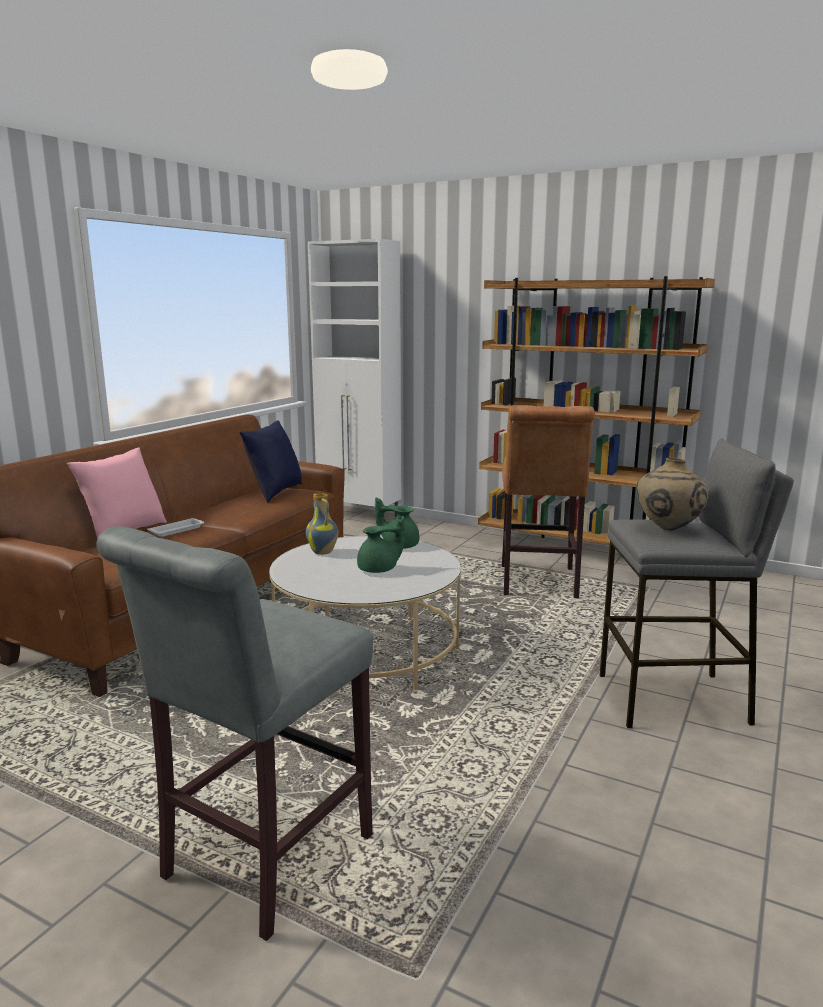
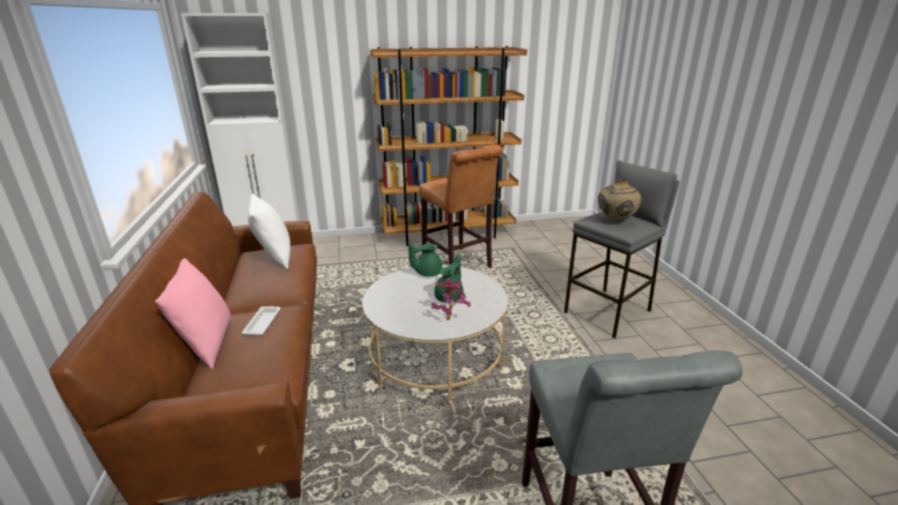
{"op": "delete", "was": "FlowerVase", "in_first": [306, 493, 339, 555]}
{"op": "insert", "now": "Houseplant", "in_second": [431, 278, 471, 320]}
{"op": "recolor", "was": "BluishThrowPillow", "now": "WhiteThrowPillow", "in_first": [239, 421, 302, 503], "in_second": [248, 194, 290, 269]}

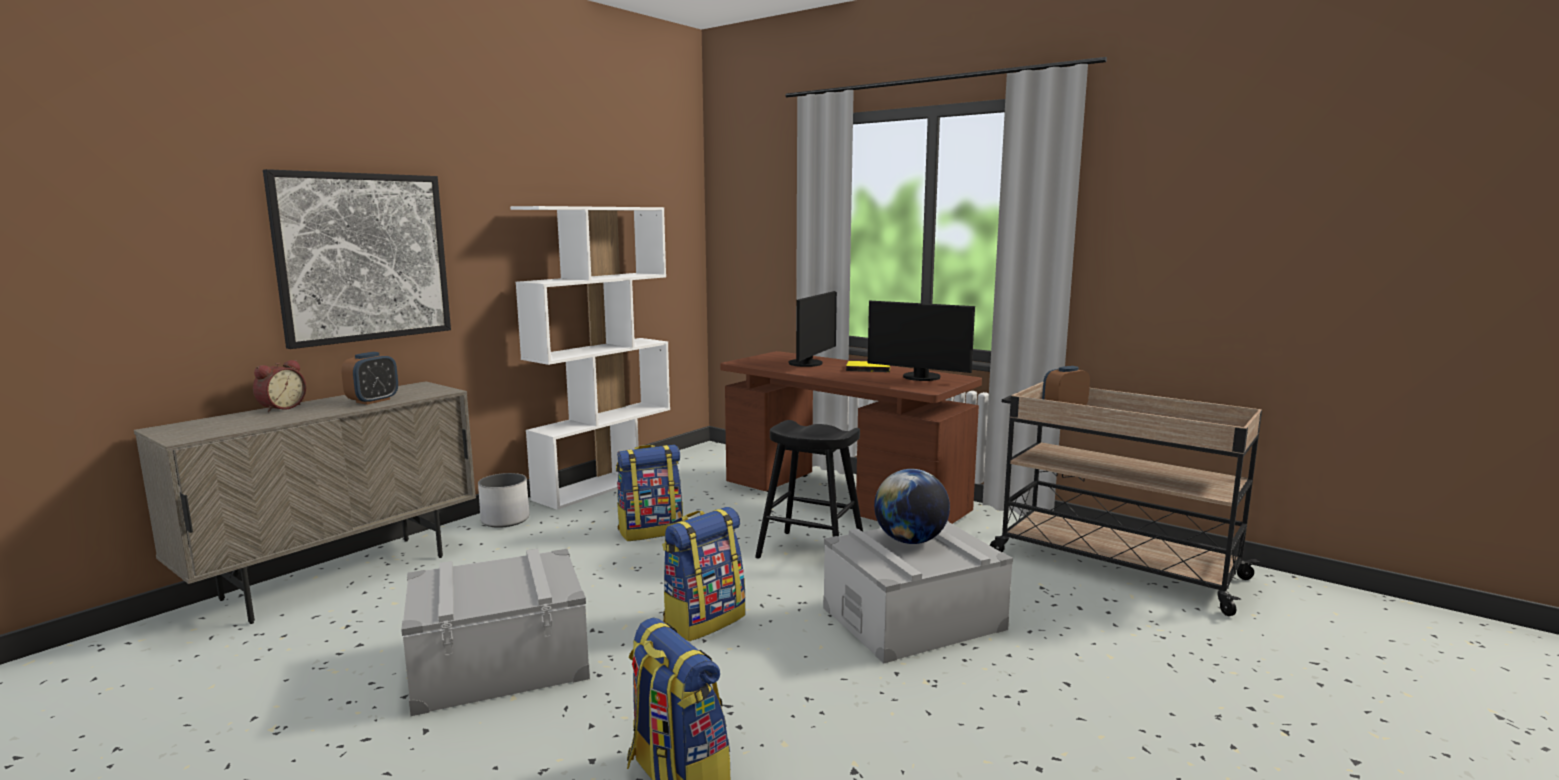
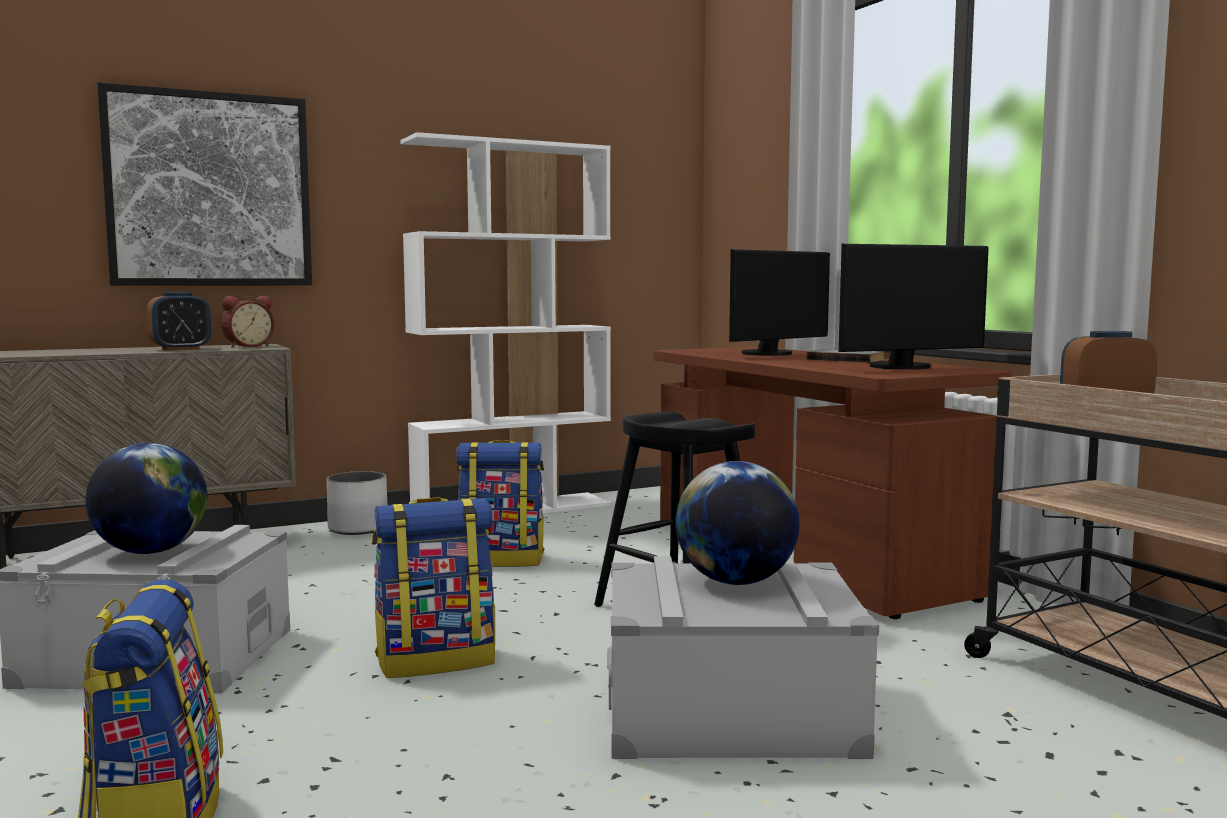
{"op": "insert", "now": "DeskGlobe", "in_second": [85, 443, 207, 554]}
{"op": "move", "was": "AlarmClock", "in_first": [253, 360, 306, 412], "in_second": [221, 296, 274, 348]}
{"op": "recolor", "was": "YellowishBoundBook", "now": "GreyBoundBook", "in_first": [846, 361, 890, 372], "in_second": [806, 349, 885, 362]}
{"op": "rotate", "was": "ComputerScreen", "in_first": [868, 301, 975, 381], "in_second": [839, 244, 989, 370], "clockwise": -75}

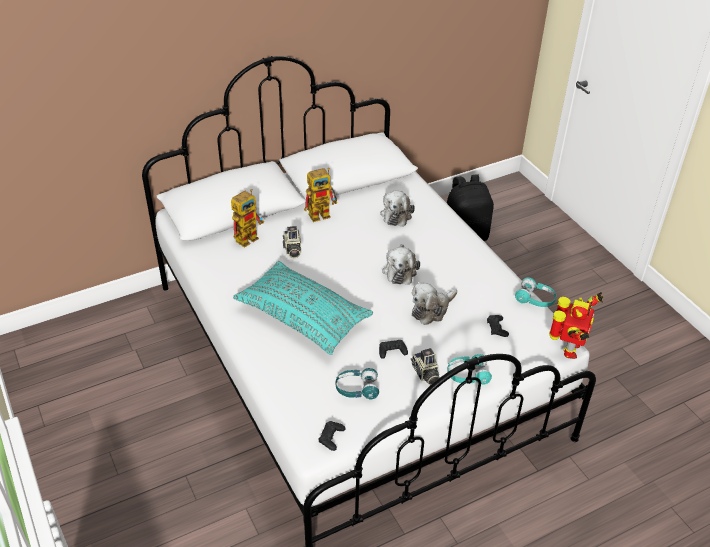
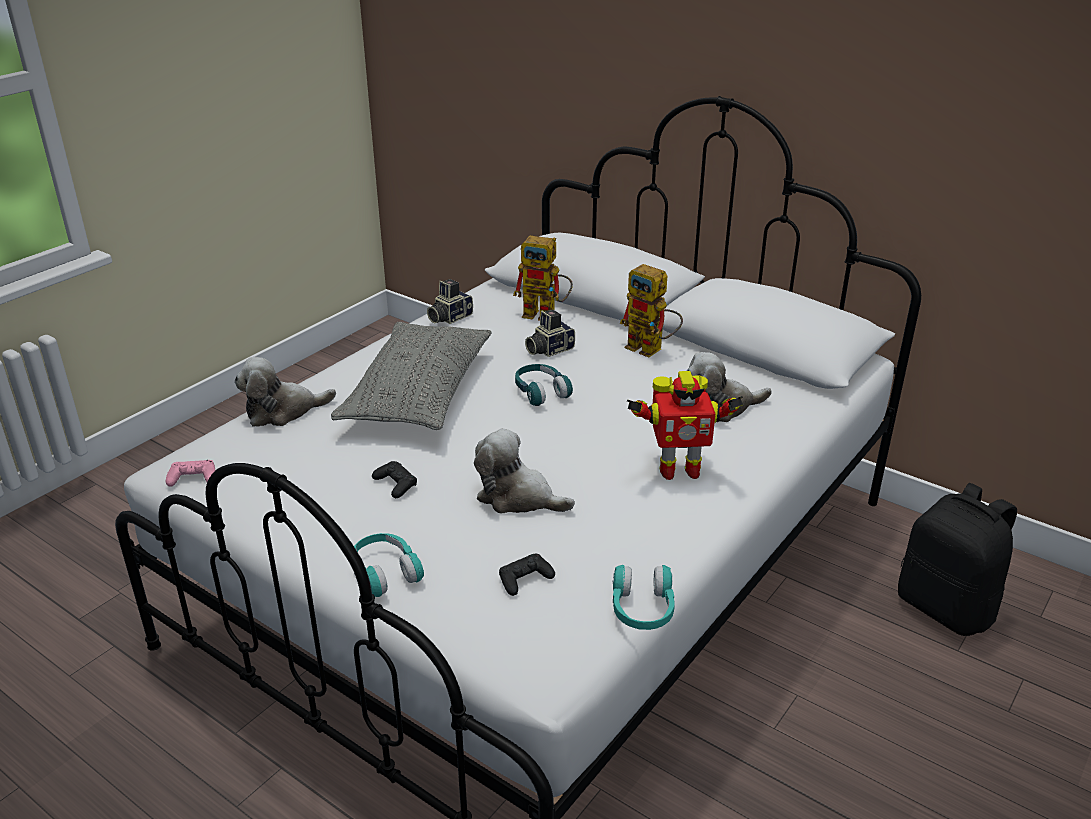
{"op": "move", "was": "TurquoiseHeadset", "in_first": [336, 368, 379, 400], "in_second": [515, 364, 573, 406]}
{"op": "move", "was": "SoftToy", "in_first": [382, 244, 420, 285], "in_second": [234, 357, 336, 427]}
{"op": "move", "was": "StillCamera", "in_first": [411, 348, 440, 386], "in_second": [427, 279, 473, 324]}
{"op": "move", "was": "ToyRobot", "in_first": [549, 292, 603, 359], "in_second": [627, 371, 743, 480]}
{"op": "recolor", "was": "TurquoiseThrowPillow", "now": "GreyThrowPillow", "in_first": [233, 261, 373, 355], "in_second": [331, 322, 492, 430]}
{"op": "recolor", "was": "BlackishJoypad", "now": "PinkJoypad", "in_first": [318, 421, 346, 451], "in_second": [166, 460, 215, 487]}

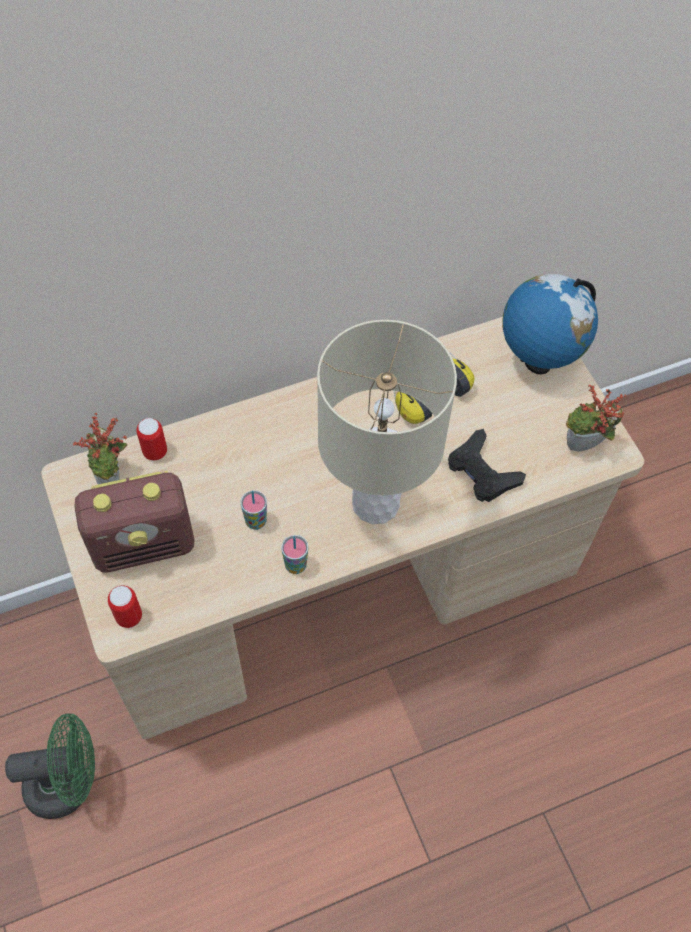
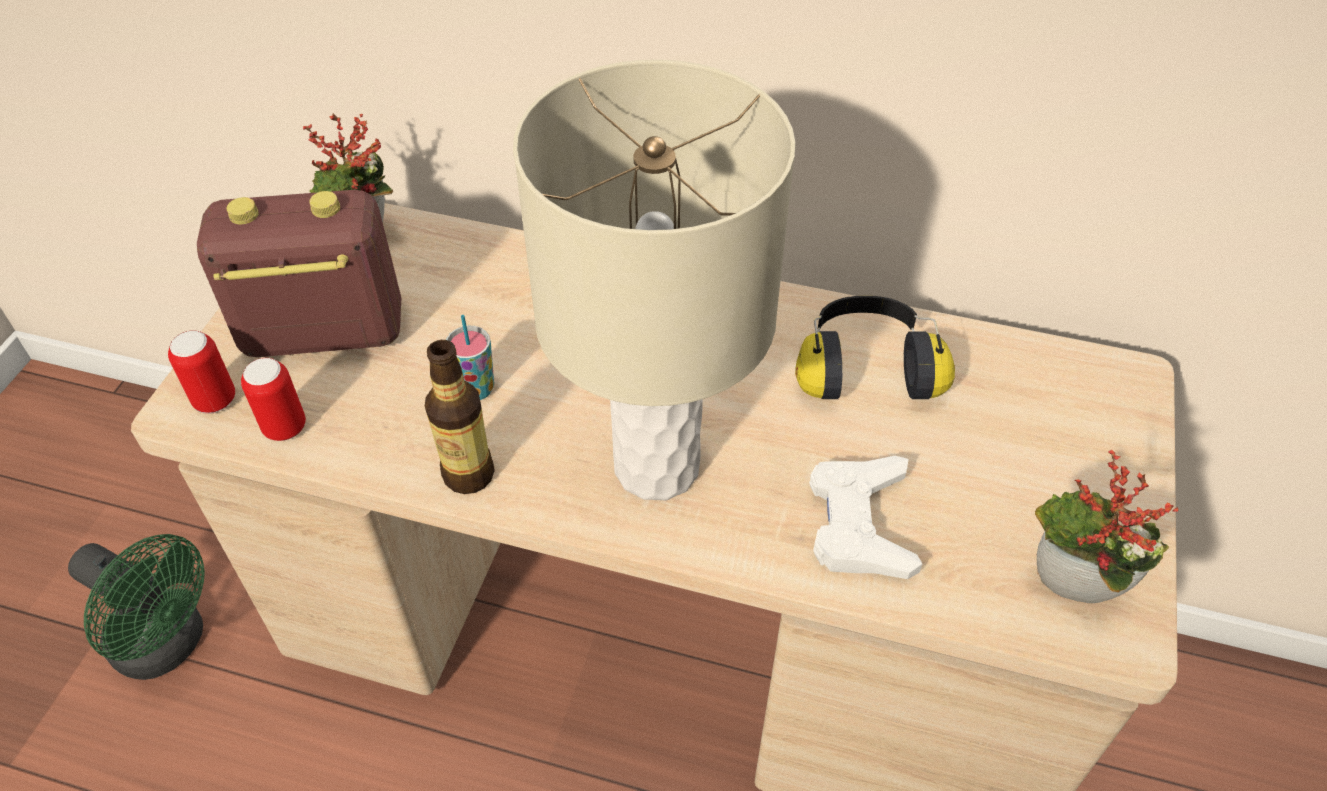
{"op": "delete", "was": "DeskGlobe", "in_first": [502, 274, 598, 374]}
{"op": "move", "was": "Can", "in_first": [136, 418, 167, 460], "in_second": [241, 358, 306, 441]}
{"op": "replace", "was": "Cup", "now": "Bottle", "in_first": [281, 535, 308, 574], "in_second": [425, 340, 495, 494]}
{"op": "recolor", "was": "BlackishJoypad", "now": "WhiteJoypad", "in_first": [448, 429, 526, 502], "in_second": [809, 456, 922, 579]}
{"op": "rotate", "was": "RadioSet", "in_first": [74, 471, 195, 573], "in_second": [197, 190, 401, 357], "clockwise": 150}

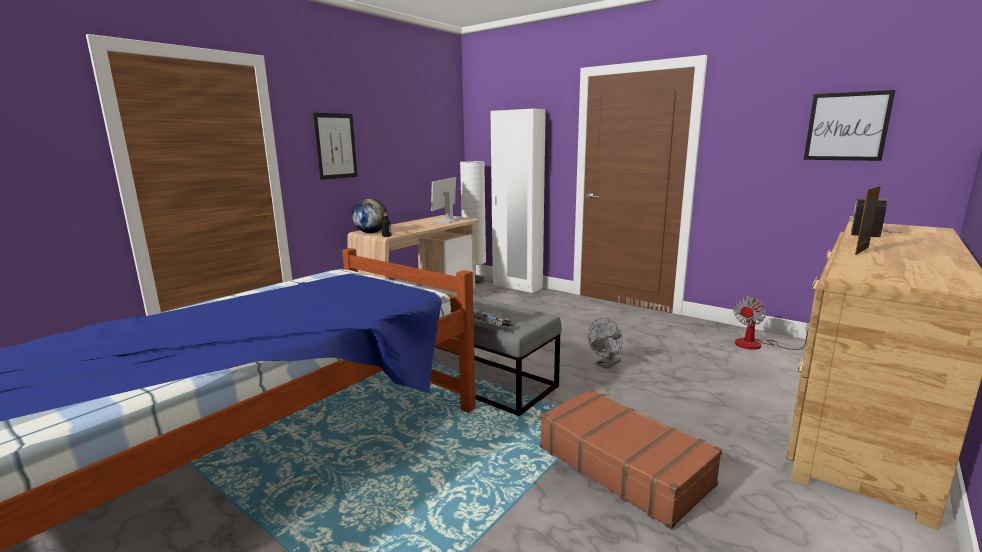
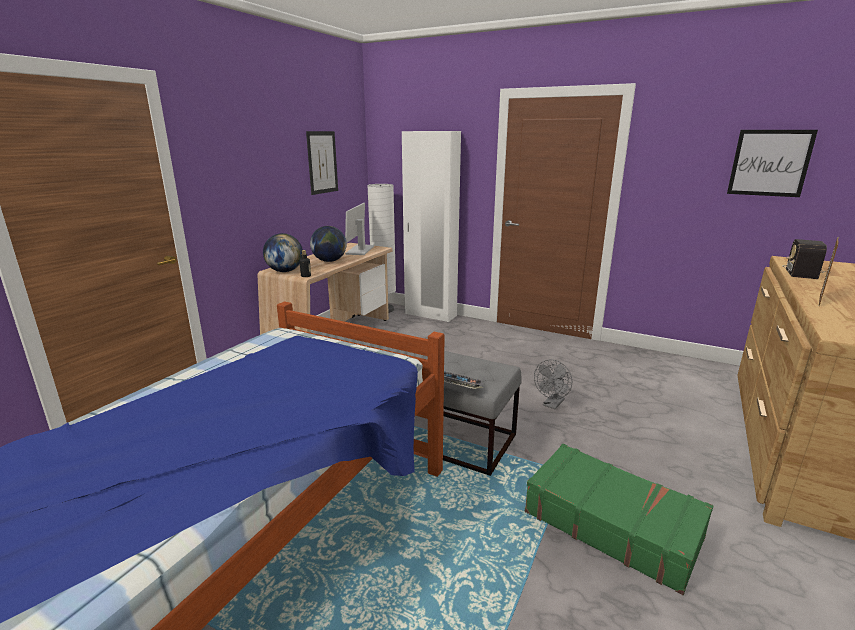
{"op": "delete", "was": "Fan", "in_first": [733, 296, 809, 350]}
{"op": "insert", "now": "DeskGlobe", "in_second": [310, 226, 347, 262]}
{"op": "move", "was": "WallArt", "in_first": [313, 113, 358, 180], "in_second": [306, 131, 338, 195]}
{"op": "recolor", "was": "BrownishTravelCase", "now": "GreenColouredTravelCase", "in_first": [540, 389, 722, 529], "in_second": [525, 444, 714, 595]}

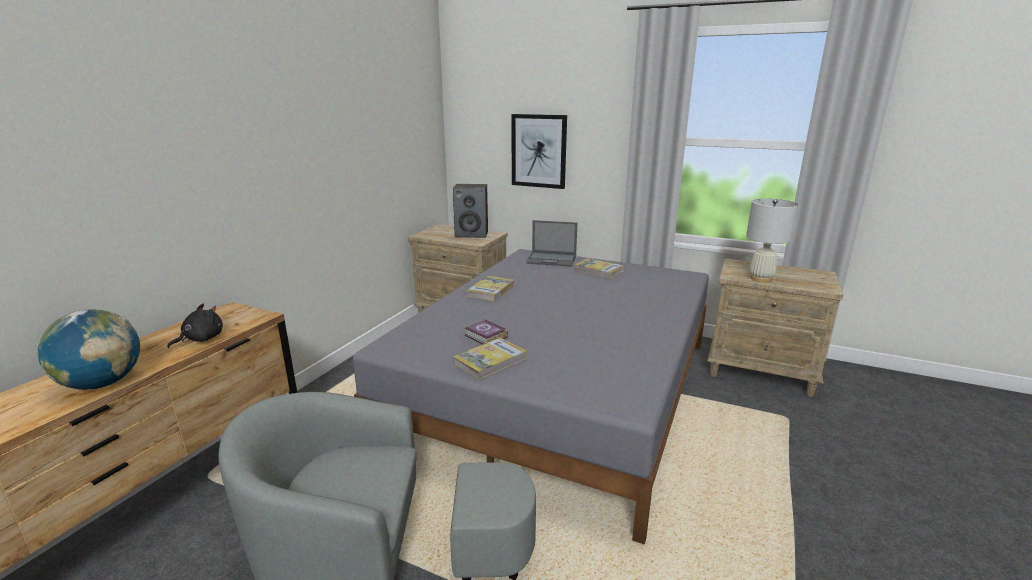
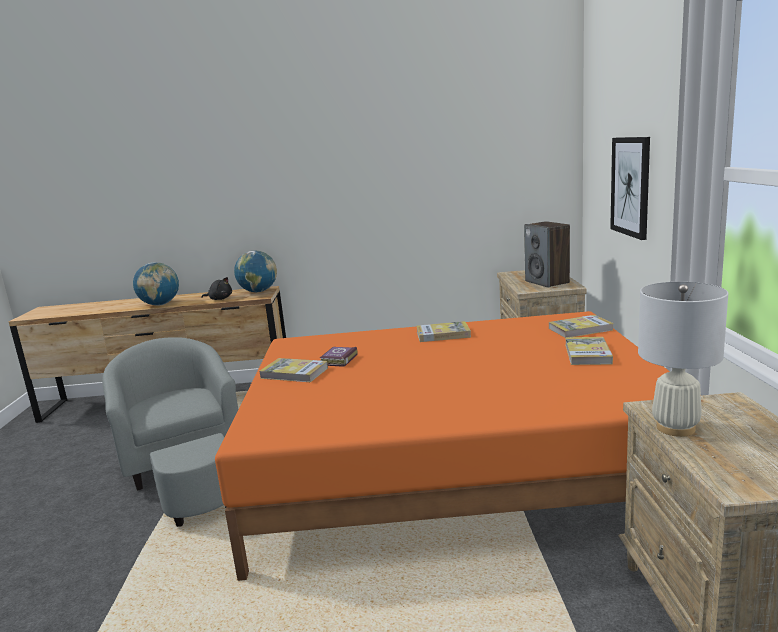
{"op": "insert", "now": "DeskGlobe", "in_second": [234, 250, 277, 292]}
{"op": "replace", "was": "Laptop", "now": "BoundBook", "in_first": [526, 220, 578, 267], "in_second": [549, 315, 614, 338]}
{"op": "recolor", "was": "GreyBed", "now": "OrangeBed", "in_first": [353, 249, 709, 545], "in_second": [215, 311, 670, 581]}

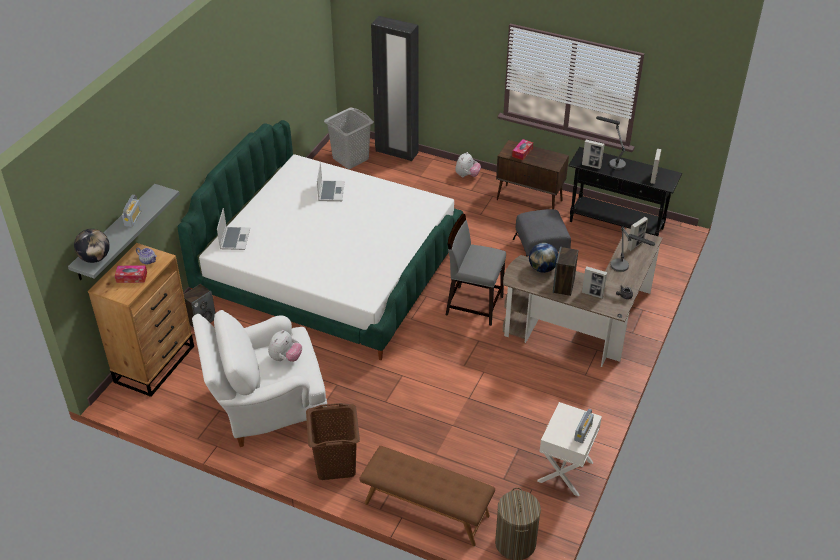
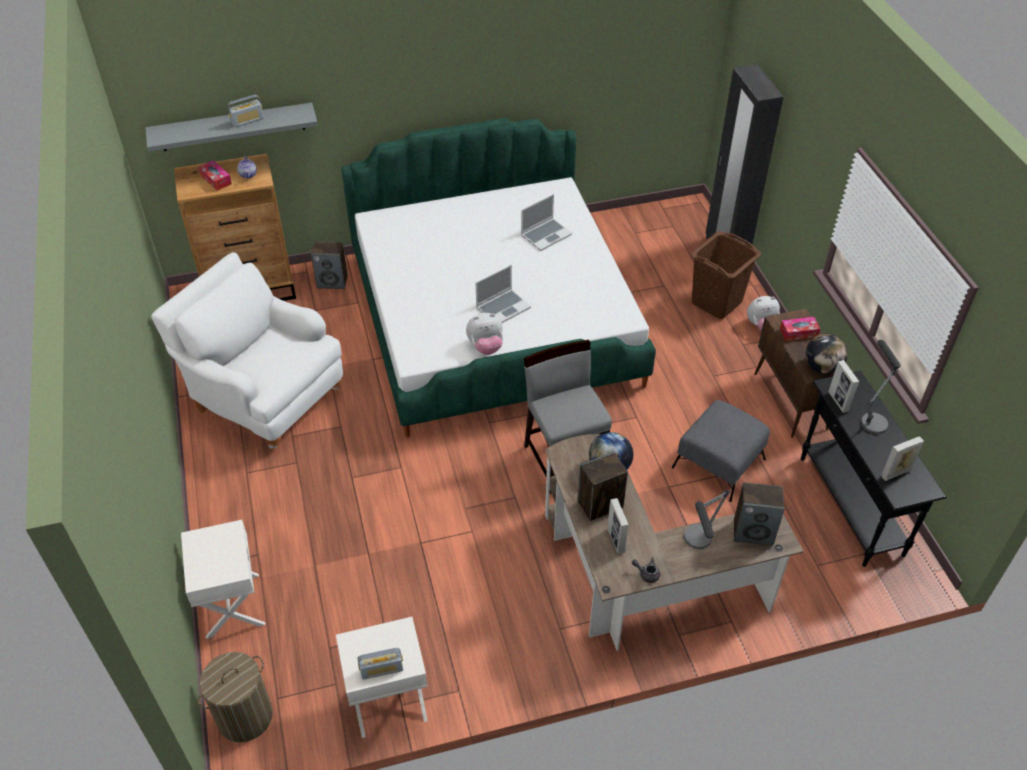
{"op": "delete", "was": "GreyLaundryBasket", "in_first": [324, 108, 374, 169]}
{"op": "move", "was": "DeskGlobe", "in_first": [74, 229, 110, 263], "in_second": [806, 333, 848, 374]}
{"op": "move", "was": "Laptop", "in_first": [217, 208, 250, 250], "in_second": [476, 265, 531, 323]}
{"op": "move", "was": "SoftToy", "in_first": [268, 330, 302, 362], "in_second": [466, 313, 503, 355]}
{"op": "move", "was": "BrownishLaundryBasket", "in_first": [306, 403, 360, 480], "in_second": [690, 231, 761, 319]}
{"op": "replace", "was": "BrownishLongSeat", "now": "WhiteNightTable", "in_first": [359, 446, 495, 546], "in_second": [181, 520, 265, 639]}
{"op": "replace", "was": "PictureFrame", "now": "Speaker", "in_first": [627, 217, 648, 251], "in_second": [734, 482, 785, 546]}

